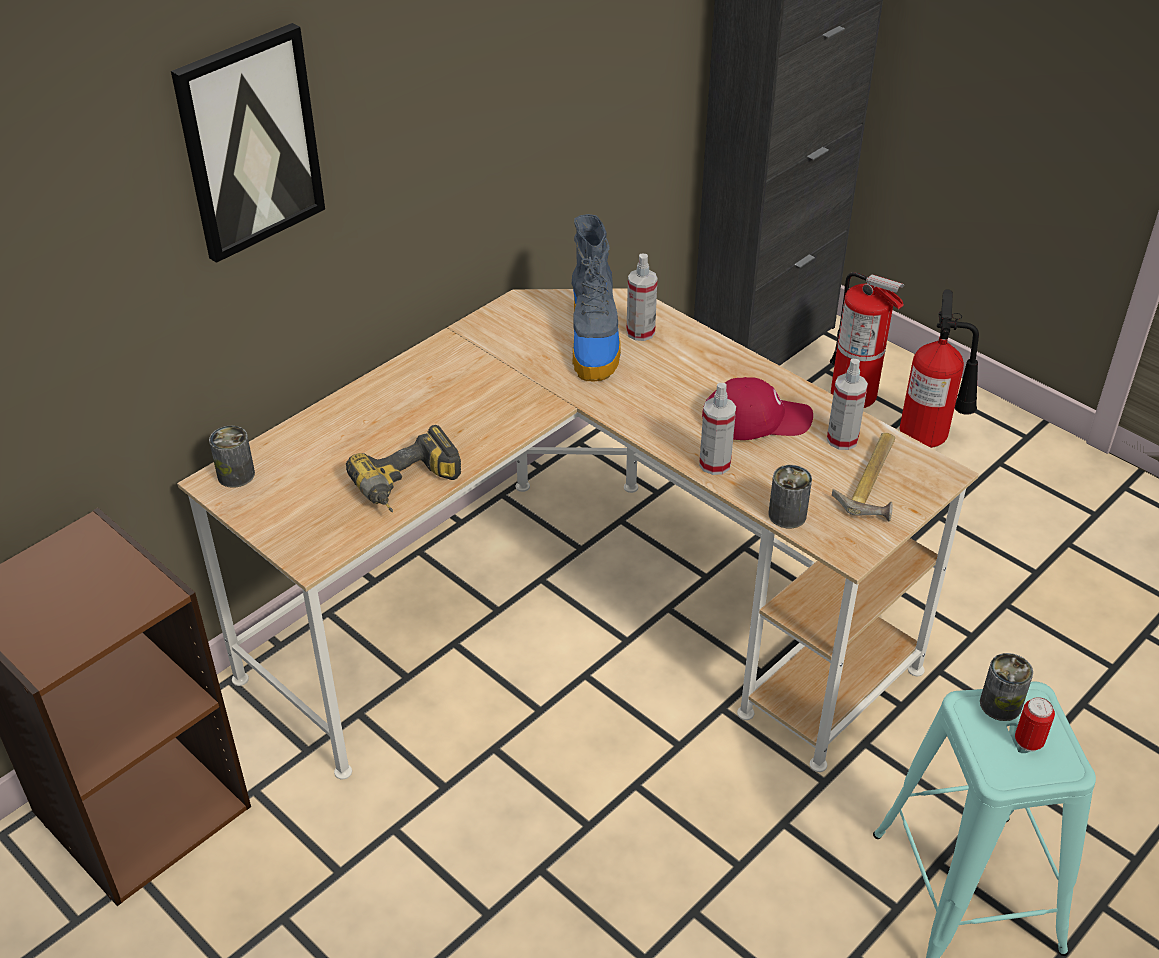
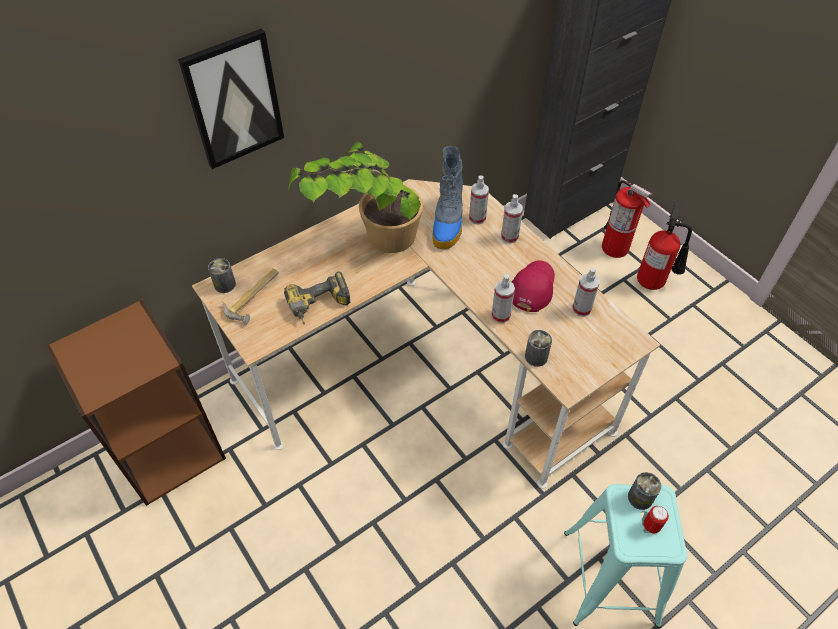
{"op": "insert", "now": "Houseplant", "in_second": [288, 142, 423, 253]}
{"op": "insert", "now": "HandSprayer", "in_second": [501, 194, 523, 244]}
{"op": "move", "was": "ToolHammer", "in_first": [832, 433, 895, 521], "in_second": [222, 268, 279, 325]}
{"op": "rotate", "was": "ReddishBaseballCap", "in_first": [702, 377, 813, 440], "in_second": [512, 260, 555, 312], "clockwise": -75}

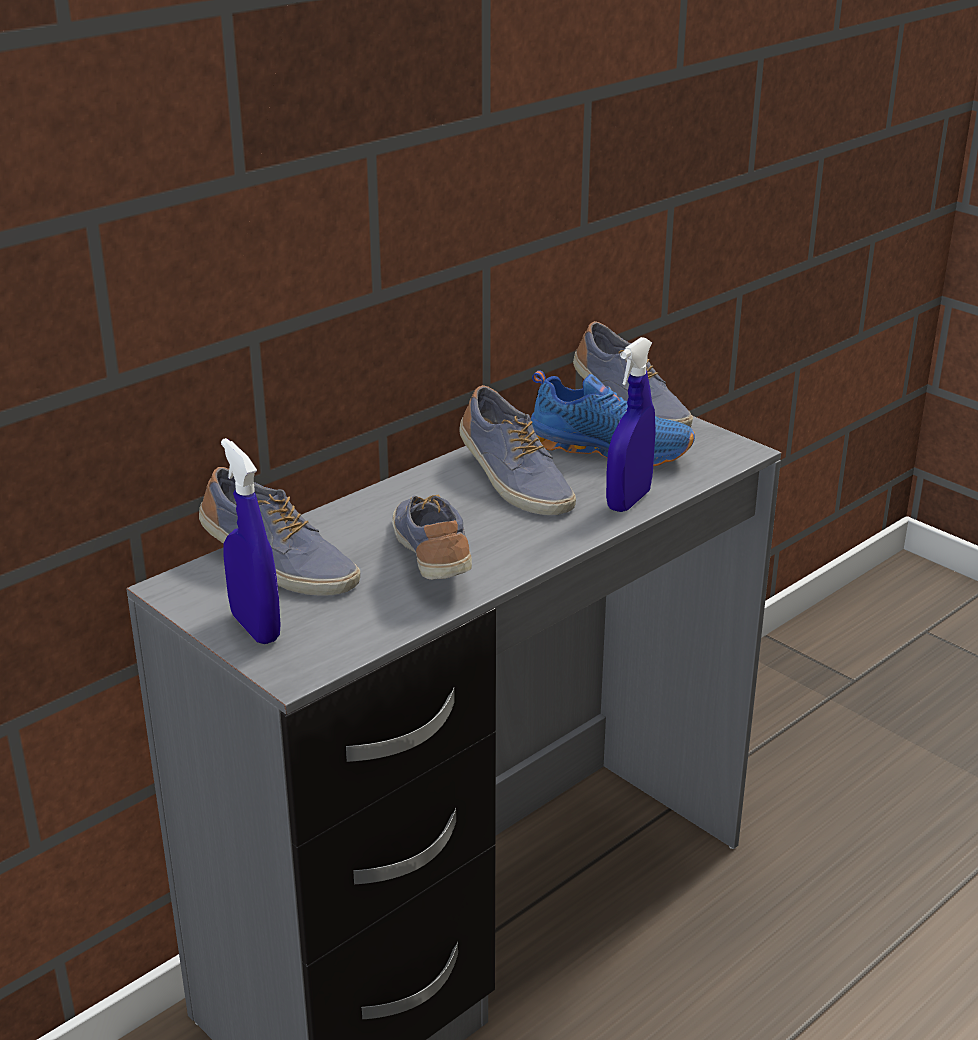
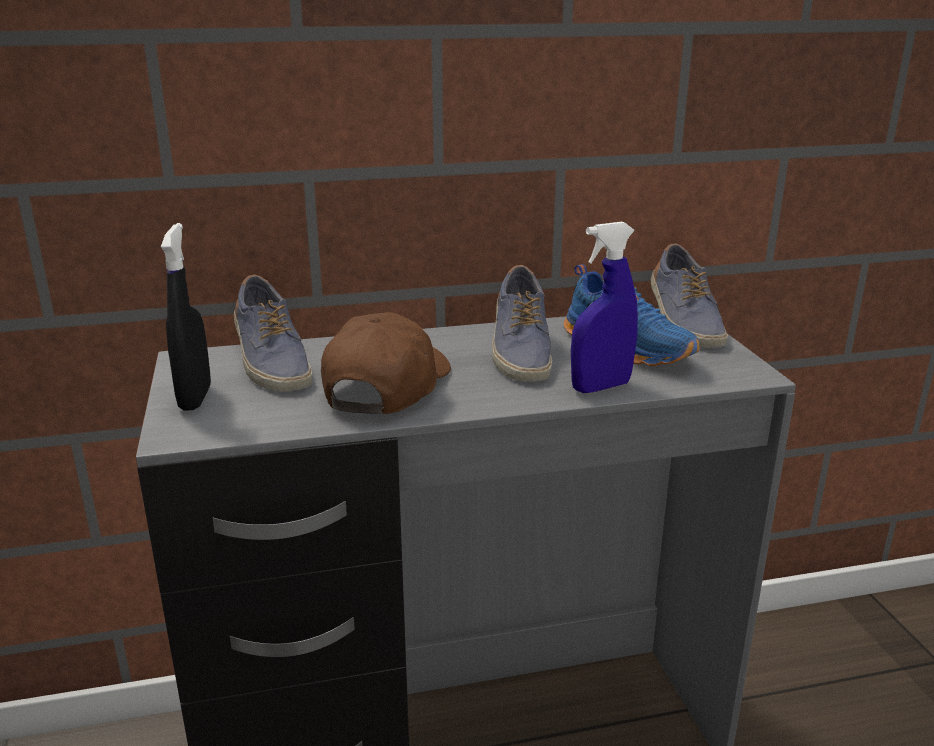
{"op": "replace", "was": "LowShoe", "now": "BrownishBaseballCap", "in_first": [392, 495, 472, 580], "in_second": [321, 312, 451, 414]}
{"op": "recolor", "was": "BluishHandSprayer", "now": "BlackishHandSprayer", "in_first": [221, 438, 281, 644], "in_second": [161, 223, 211, 411]}

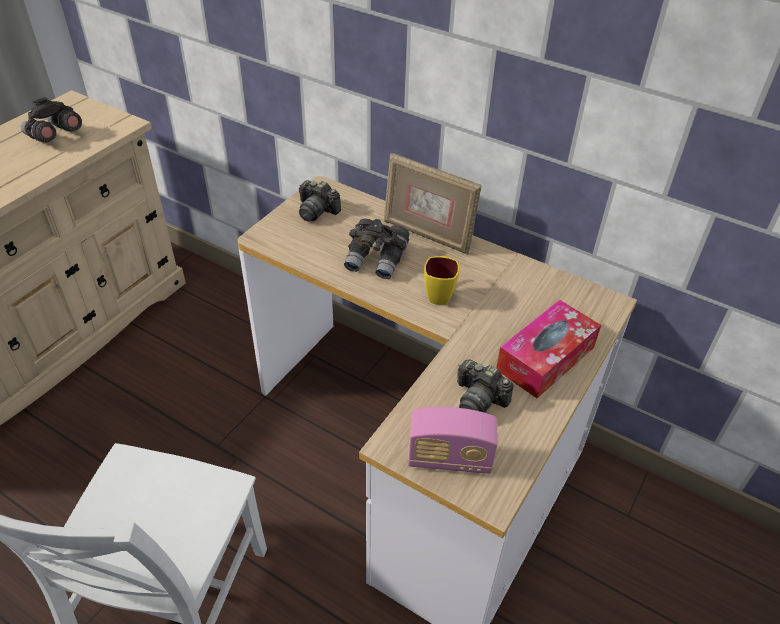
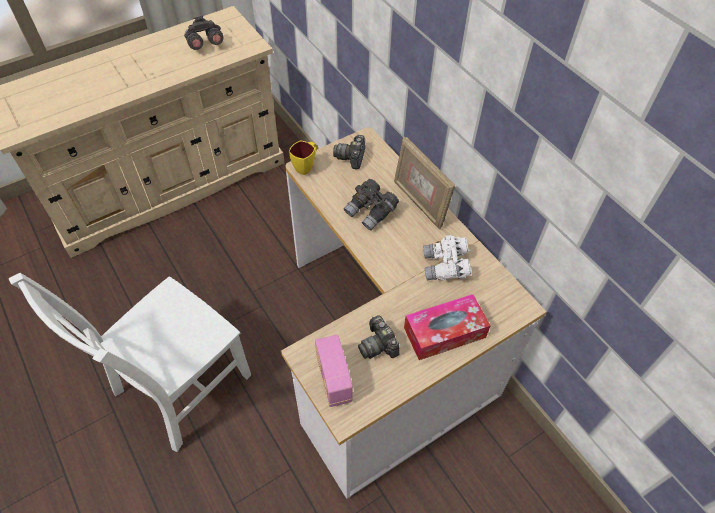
{"op": "insert", "now": "WhitePairOfBinoculars", "in_second": [423, 235, 472, 280]}
{"op": "move", "was": "YellowishMug", "in_first": [424, 256, 459, 305], "in_second": [289, 141, 317, 175]}
{"op": "rotate", "was": "StillCamera", "in_first": [299, 180, 341, 222], "in_second": [333, 135, 365, 169], "clockwise": 45}
{"op": "rotate", "was": "RadioSet", "in_first": [408, 407, 498, 474], "in_second": [315, 335, 353, 407], "clockwise": 45}

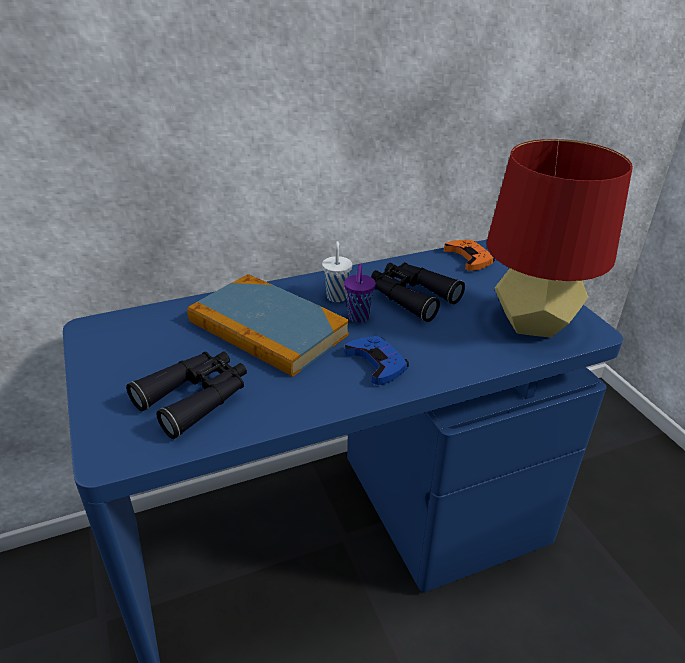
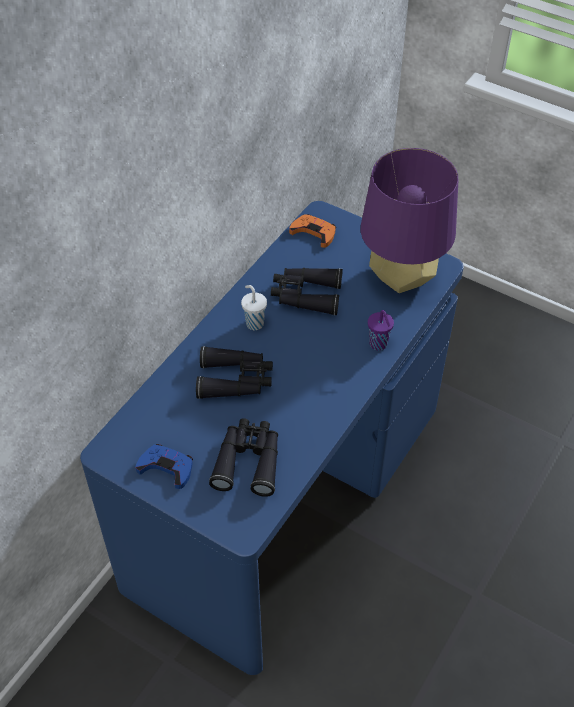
{"op": "move", "was": "PurpleCup", "in_first": [344, 263, 376, 323], "in_second": [368, 310, 394, 351]}
{"op": "move", "was": "BluishJoypad", "in_first": [344, 336, 409, 385], "in_second": [136, 444, 193, 489]}
{"op": "replace", "was": "BoundBook", "now": "BlackishPairOfBinoculars", "in_first": [187, 274, 350, 377], "in_second": [196, 346, 273, 399]}
{"op": "recolor", "was": "ReddishTableLamp", "now": "PurpleTableLamp", "in_first": [487, 139, 633, 337], "in_second": [361, 148, 458, 293]}

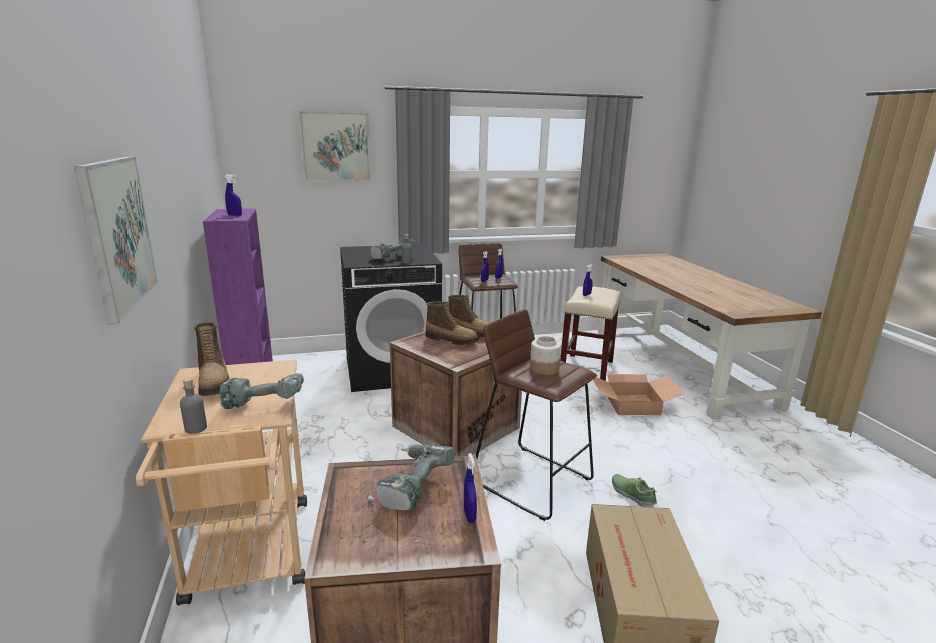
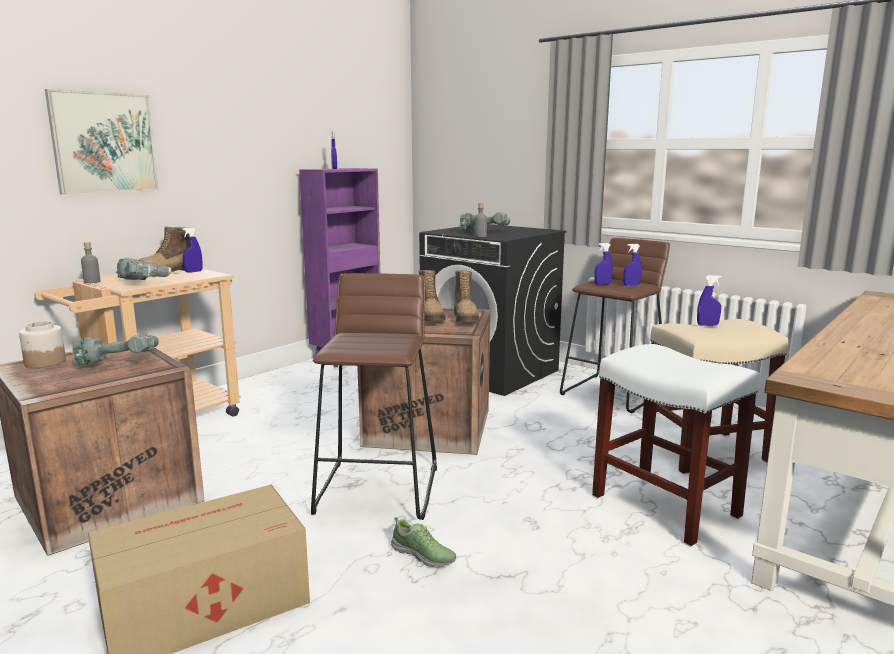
{"op": "delete", "was": "WallArt", "in_first": [299, 111, 371, 181]}
{"op": "move", "was": "BluishHandSprayer", "in_first": [464, 453, 477, 523], "in_second": [182, 227, 203, 273]}
{"op": "move", "was": "PreserveJar", "in_first": [530, 336, 561, 375], "in_second": [19, 321, 66, 368]}
{"op": "replace", "was": "Carton", "now": "WhiteStoolSeat", "in_first": [593, 374, 684, 415], "in_second": [592, 344, 760, 547]}
{"op": "rotate", "was": "LowShoe", "in_first": [612, 474, 657, 507], "in_second": [391, 517, 456, 567], "clockwise": 105}

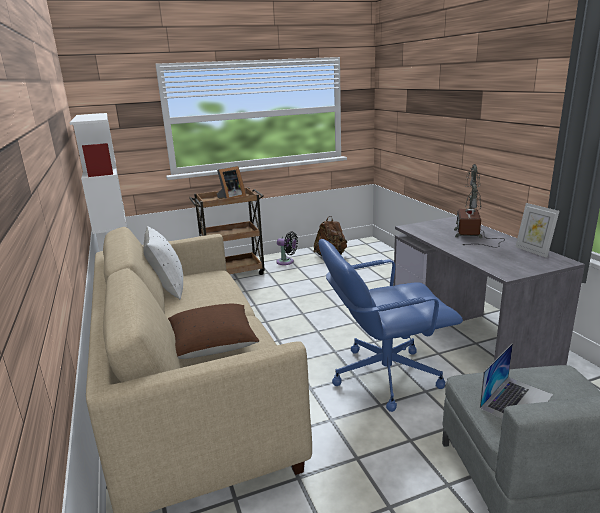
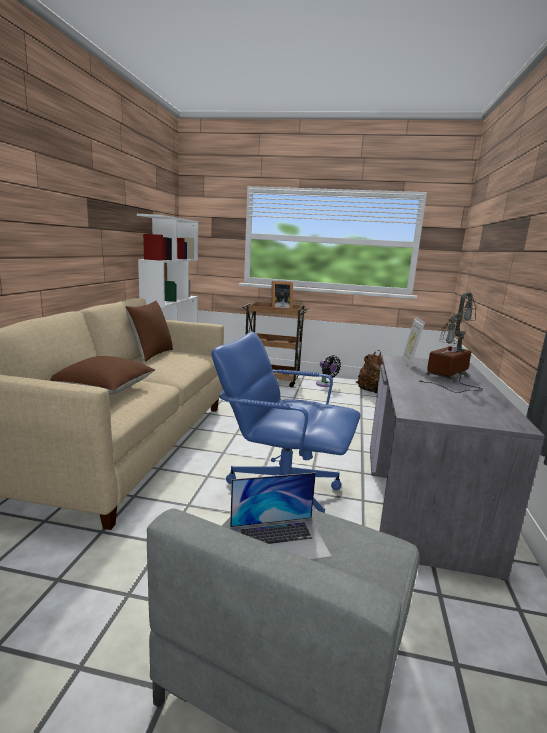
{"op": "move", "was": "PictureFrame", "in_first": [515, 203, 559, 258], "in_second": [401, 316, 425, 369]}
{"op": "recolor", "was": "WhiteThrowPillow", "now": "BrownishThrowPillow", "in_first": [144, 226, 183, 299], "in_second": [125, 300, 173, 362]}

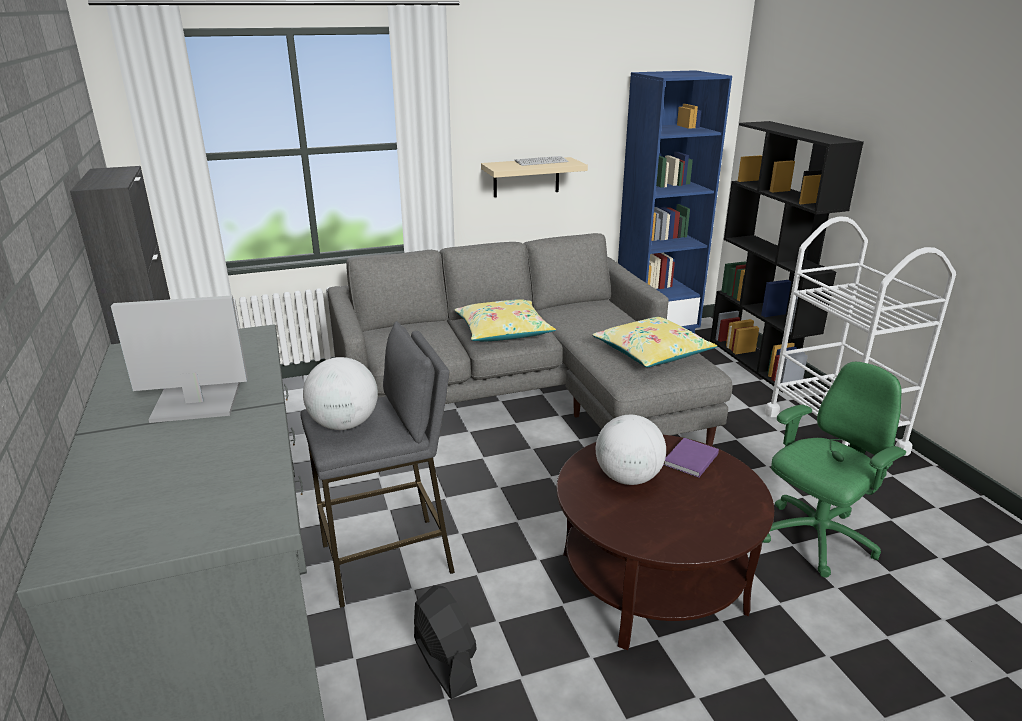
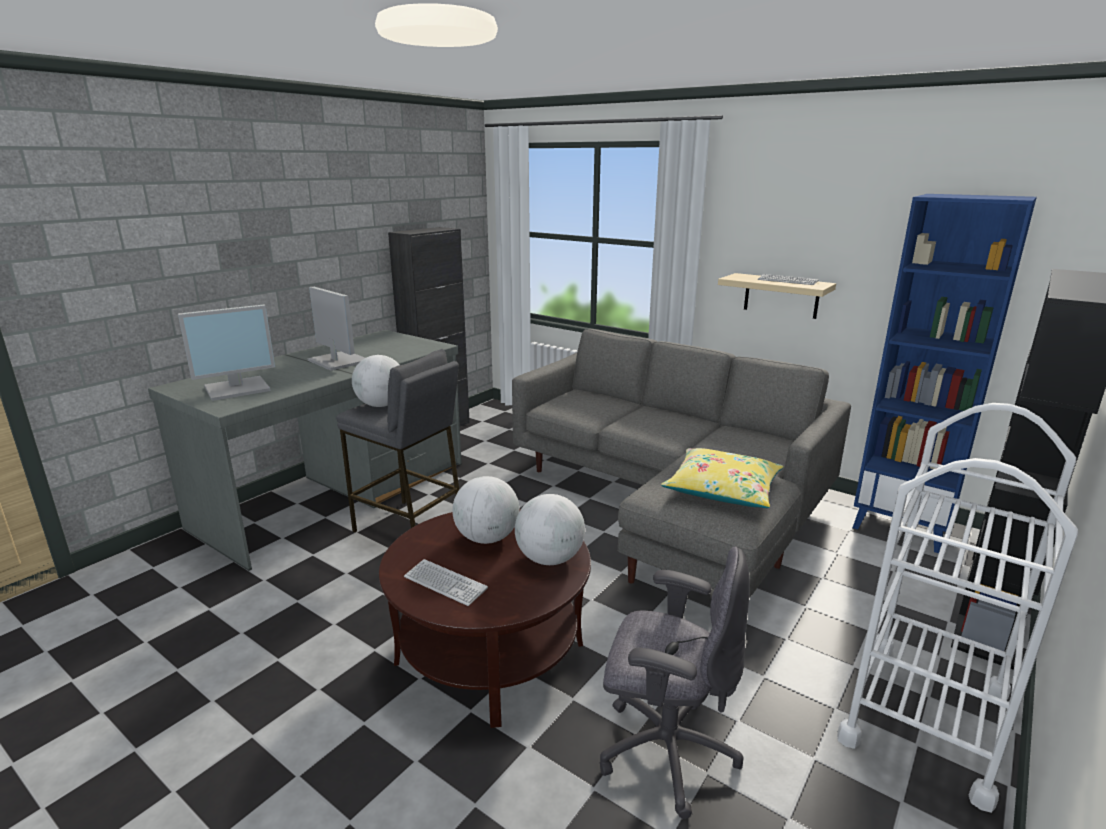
{"op": "delete", "was": "BlackishFan", "in_first": [414, 586, 477, 699]}
{"op": "delete", "was": "YellowishThrowPillow", "in_first": [454, 299, 556, 342]}
{"op": "insert", "now": "ComputerScreen", "in_second": [178, 304, 275, 401]}
{"op": "insert", "now": "ComputerKeyboard", "in_second": [404, 559, 488, 606]}
{"op": "replace", "was": "PurpleBoundBook", "now": "DeskGlobe", "in_first": [663, 438, 719, 478], "in_second": [515, 494, 585, 565]}
{"op": "recolor", "was": "GreenColouredComputerChair", "now": "GreyComputerChair", "in_first": [762, 362, 906, 578], "in_second": [599, 546, 750, 819]}

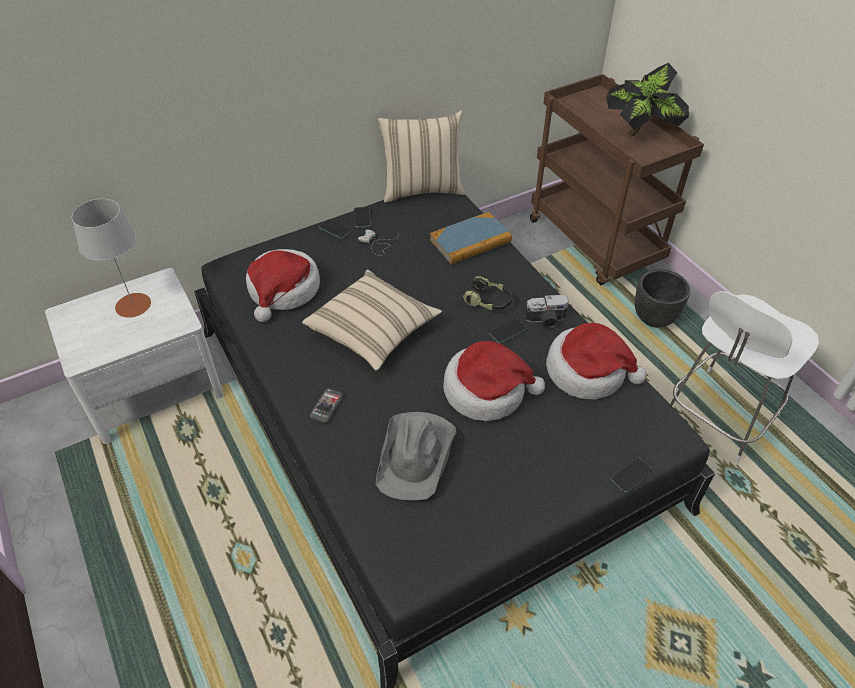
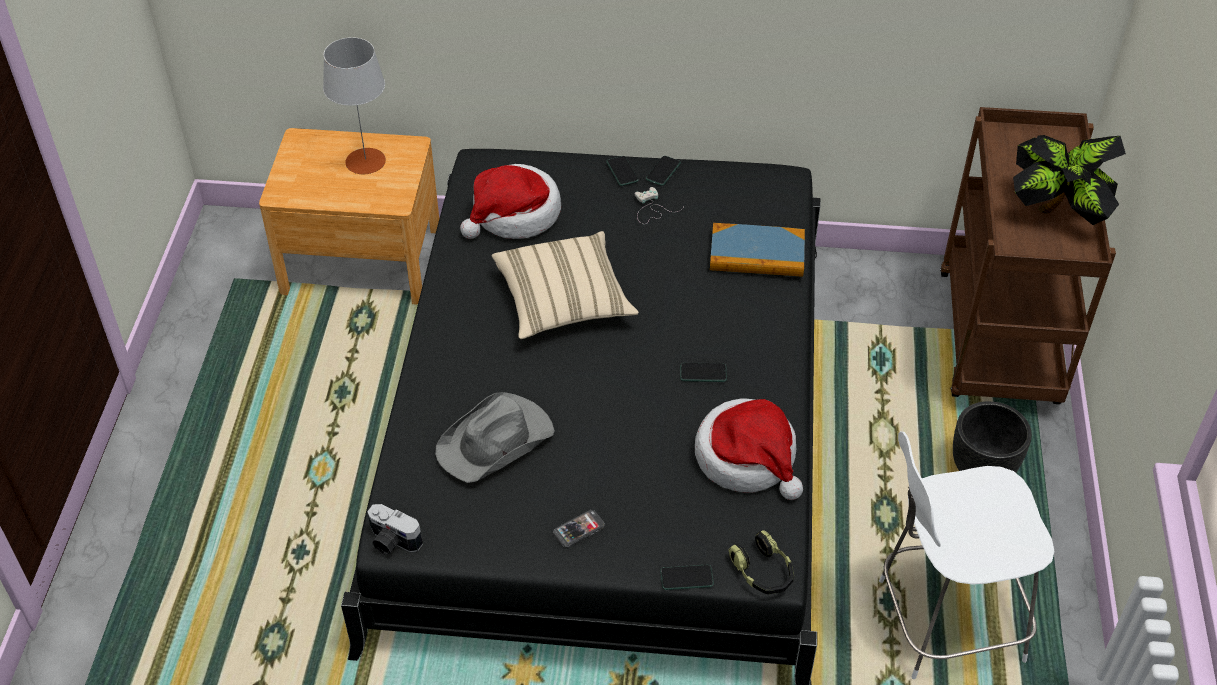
{"op": "delete", "was": "BeigeThrowPillow", "in_first": [378, 111, 465, 203]}
{"op": "delete", "was": "WearableHat", "in_first": [443, 341, 545, 421]}
{"op": "move", "was": "Telephone", "in_first": [310, 389, 343, 423], "in_second": [553, 510, 605, 548]}
{"op": "move", "was": "Headset", "in_first": [463, 276, 512, 310], "in_second": [728, 530, 794, 594]}
{"op": "move", "was": "StillCamera", "in_first": [525, 295, 569, 329], "in_second": [367, 504, 423, 556]}
{"op": "recolor", "was": "WhiteNightTable", "now": "BrownishNightTable", "in_first": [45, 268, 224, 444], "in_second": [259, 128, 439, 304]}

